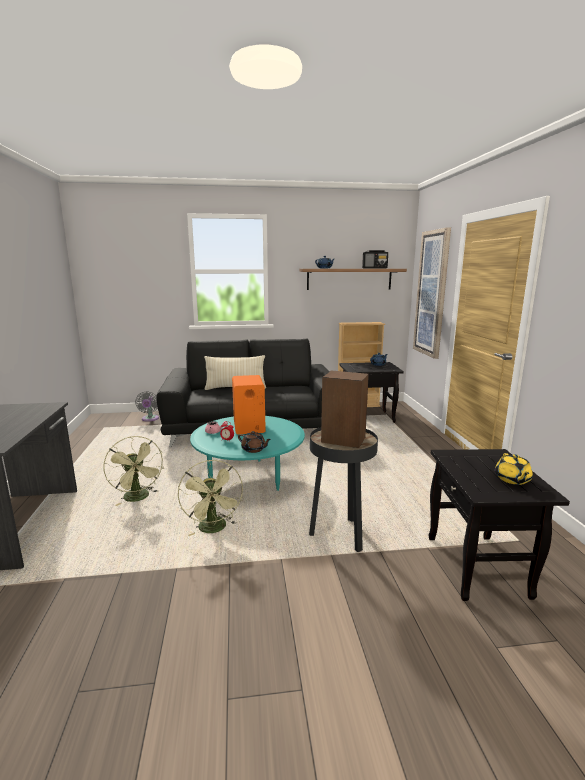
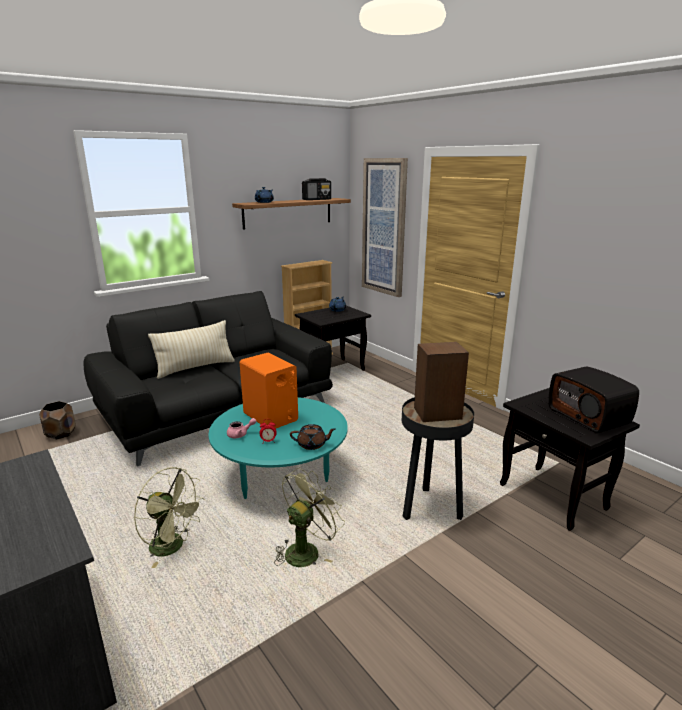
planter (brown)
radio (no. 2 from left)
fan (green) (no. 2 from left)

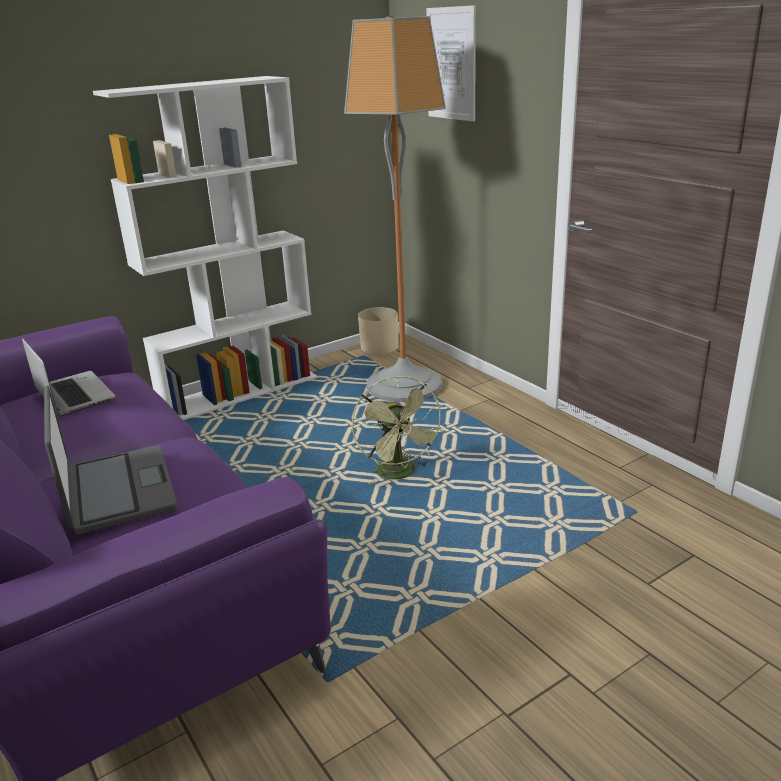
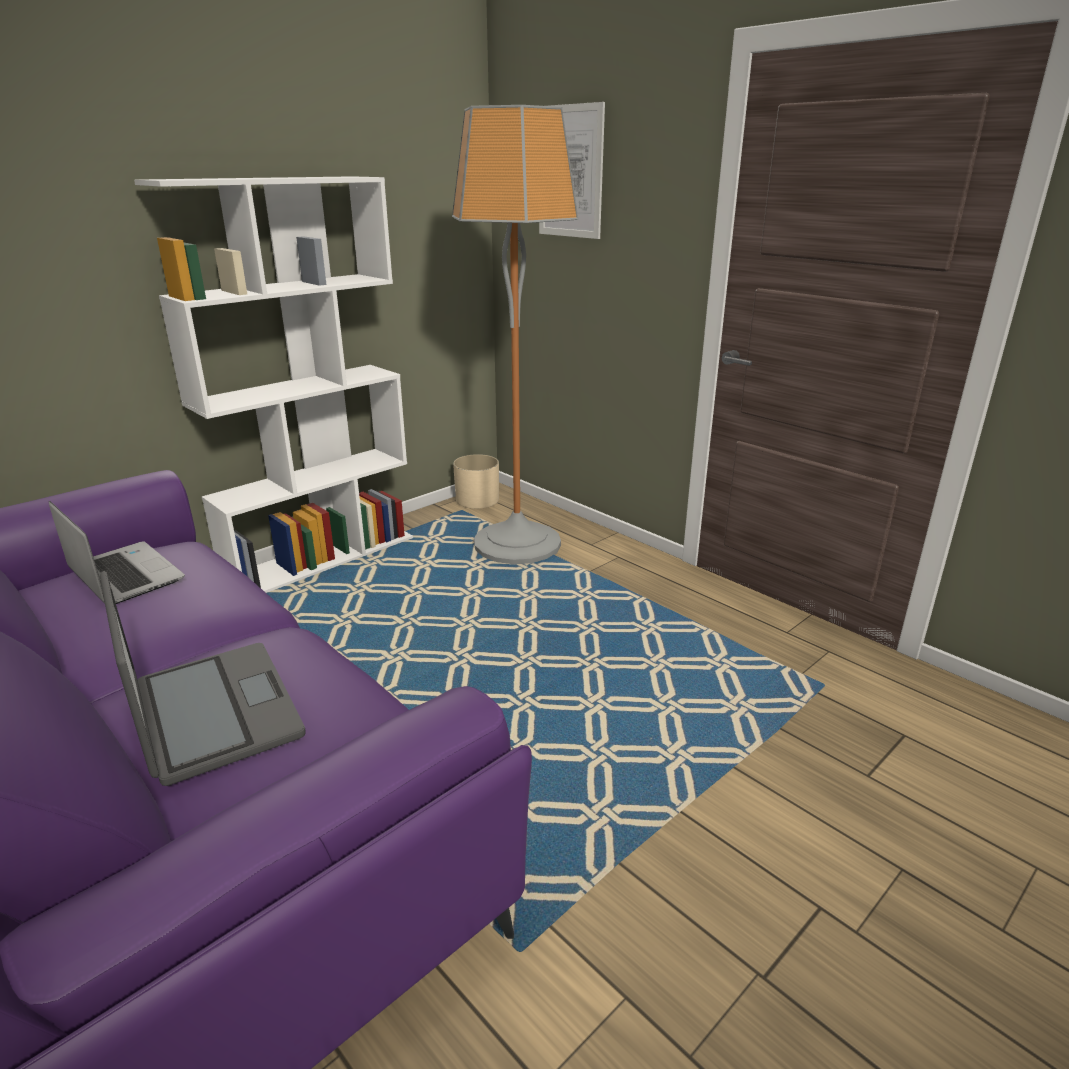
fan (green)

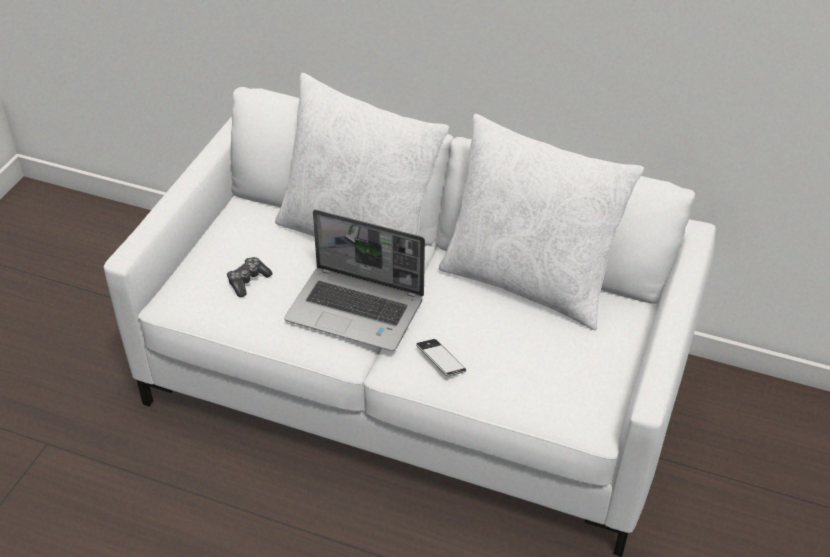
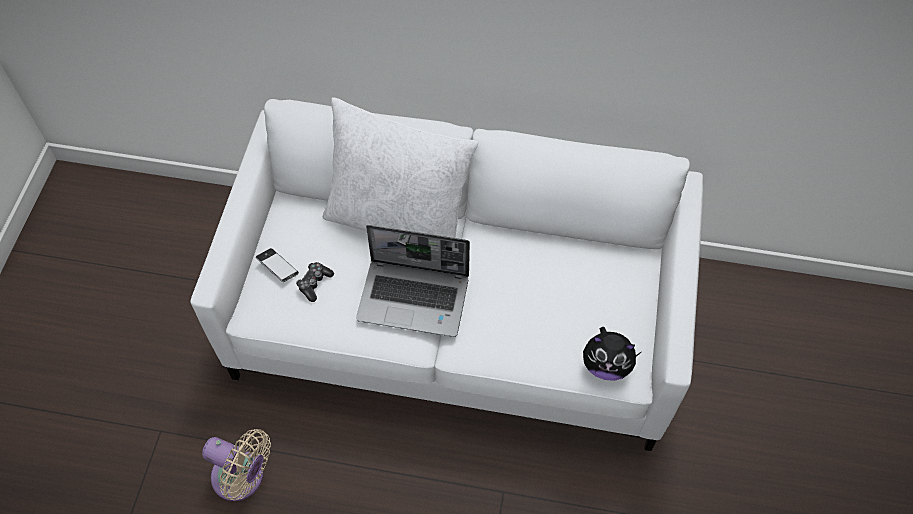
pillow (white) (no. 2 from left in the first image)
phone
plush toy
fan (beige)

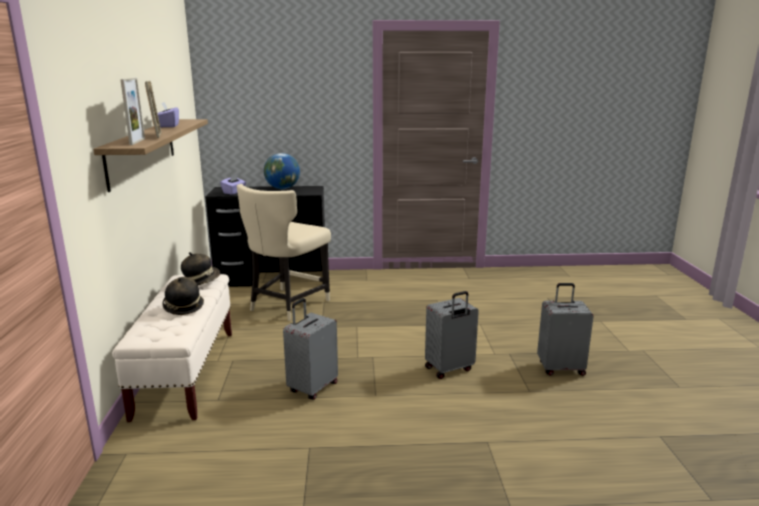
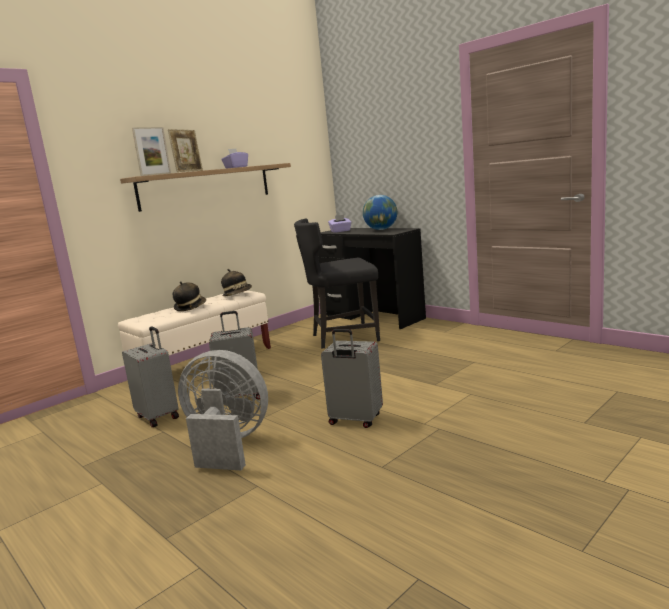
chair (black)
suitcase (grey) (no. 1 from left)
fan (grey)

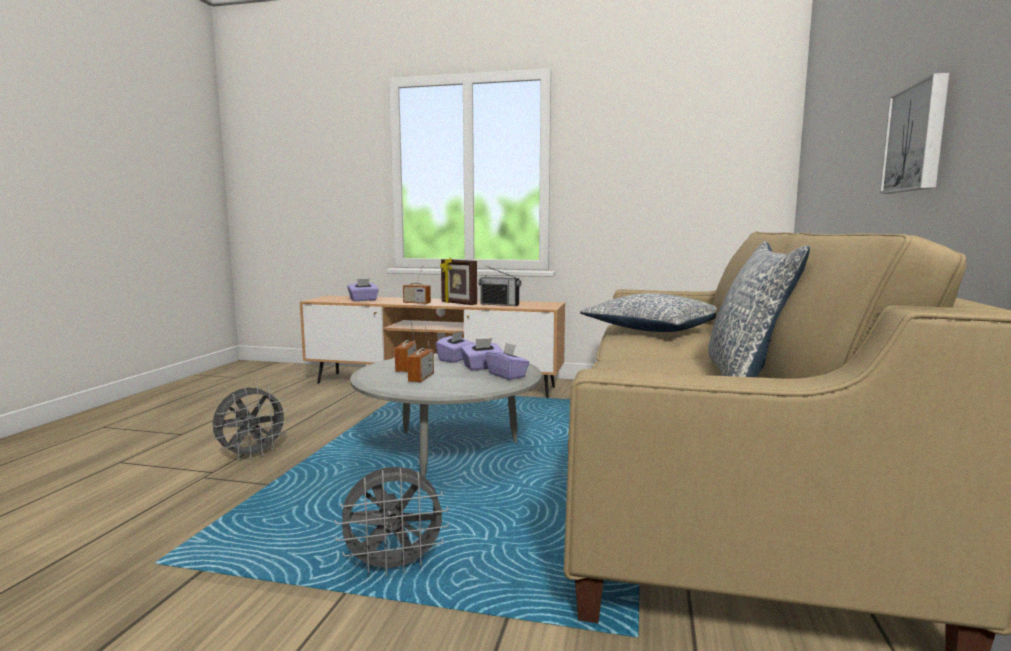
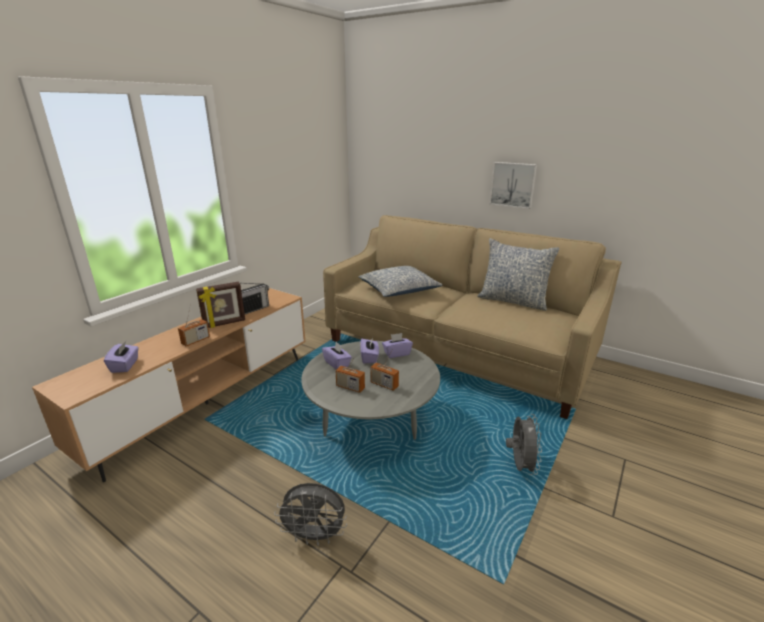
fan (grey) (no. 1 from left)

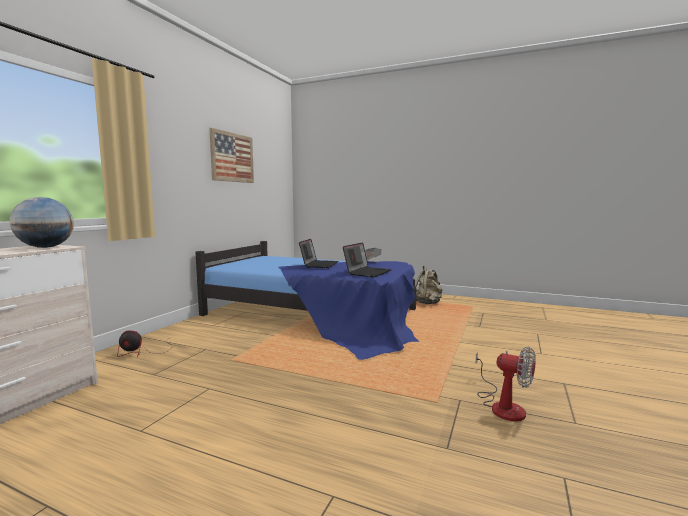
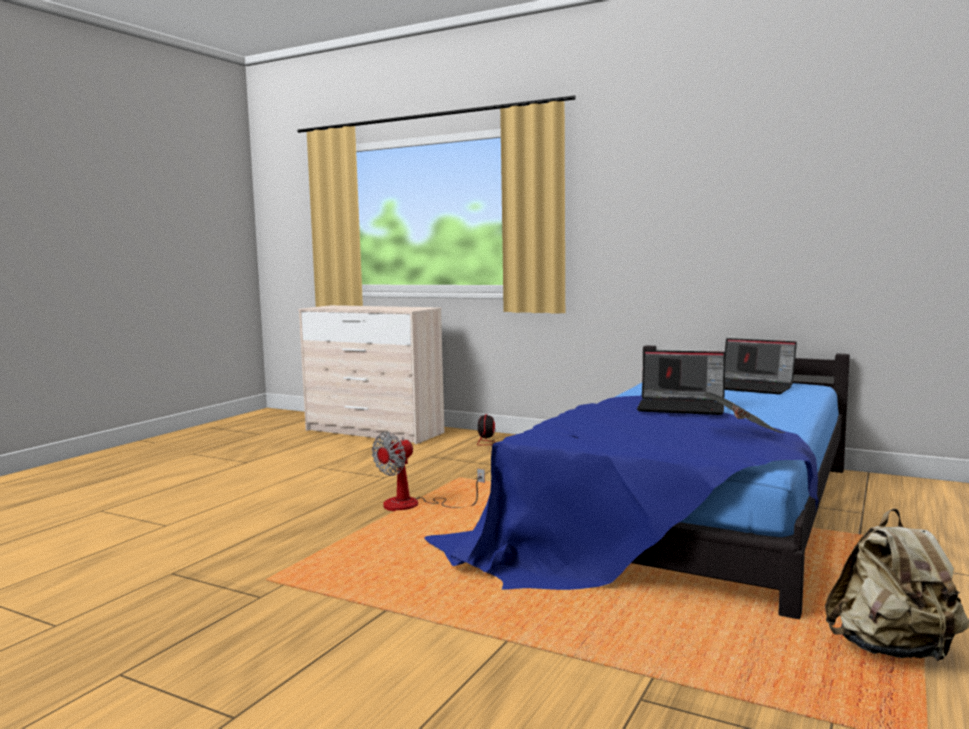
picture
globe
laptop (no. 2 from left)
fan (no. 1 from left)

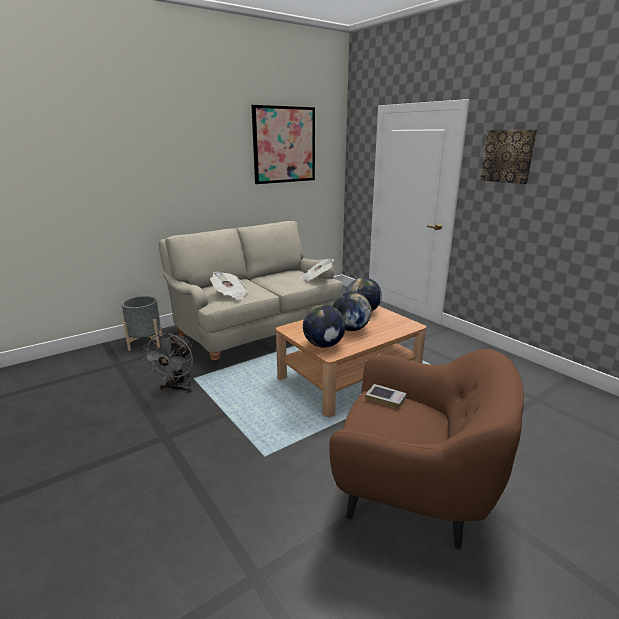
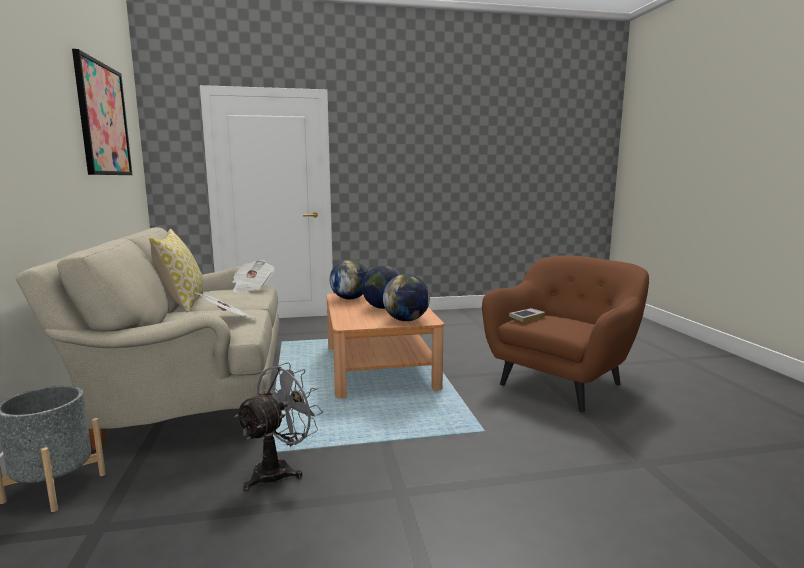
picture (no. 2 from left in the first image)
fan (grey)
pillow

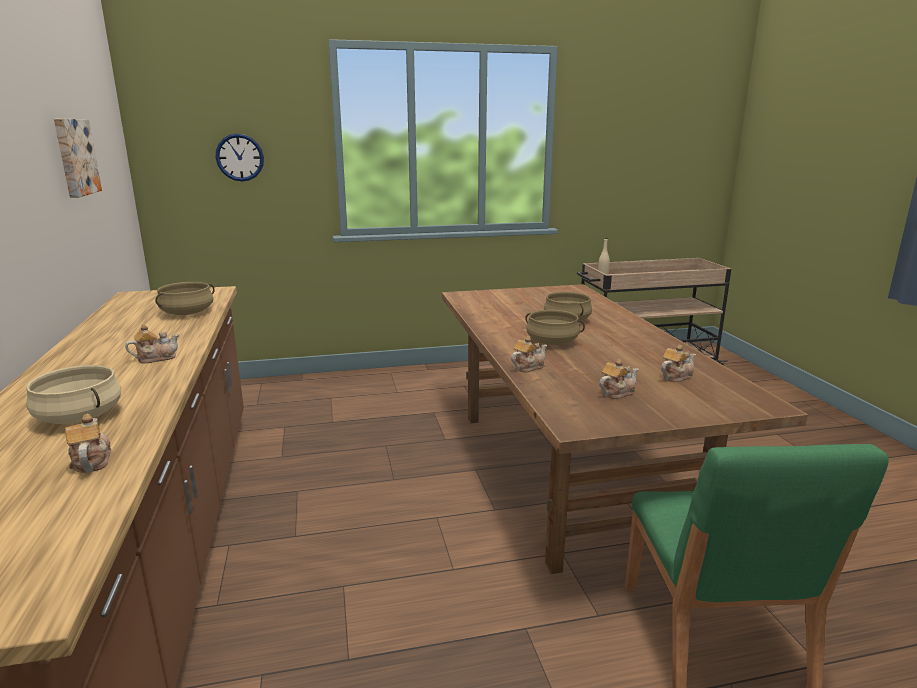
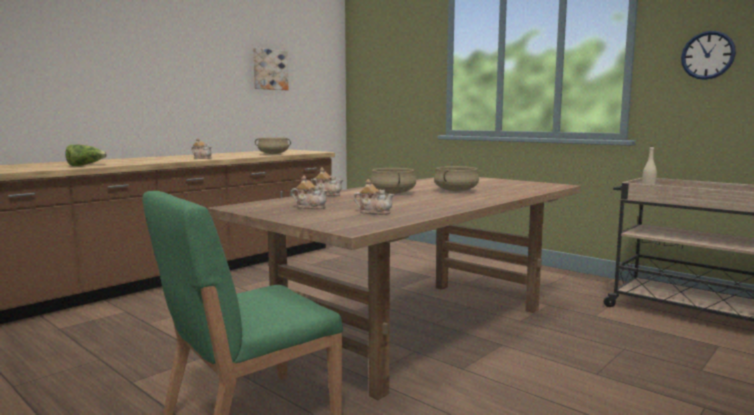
wall clock
cooking pot (beige) (no. 1 from left in the first image)
lettuce

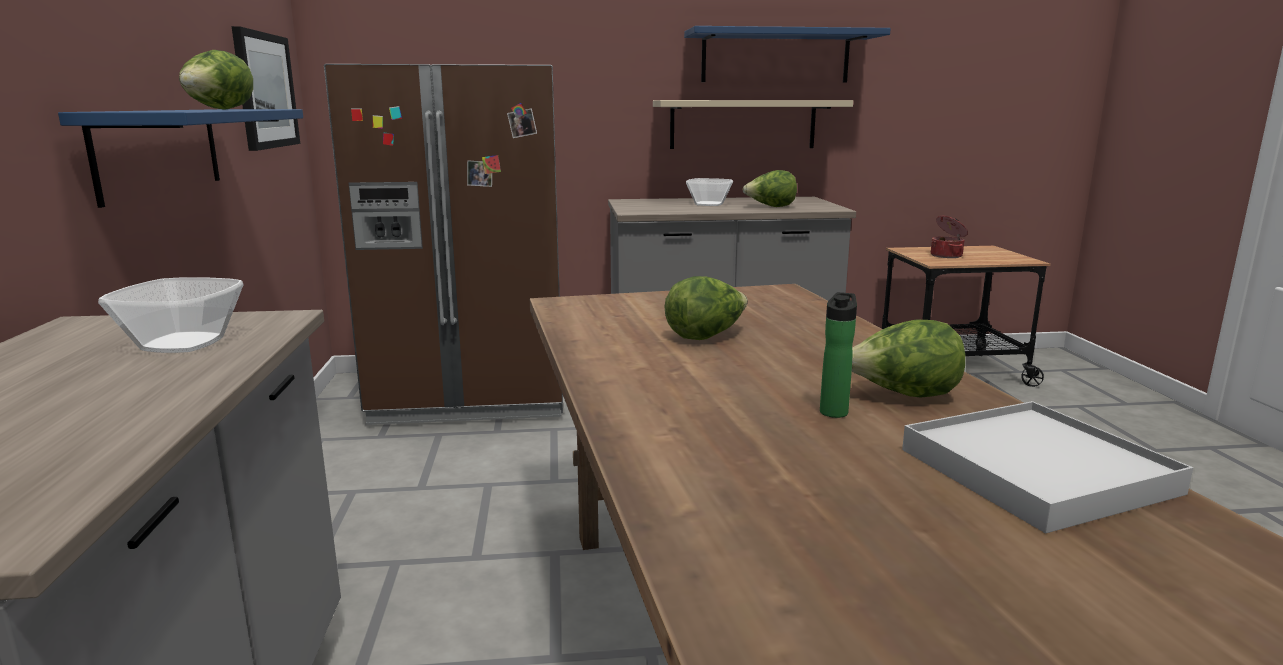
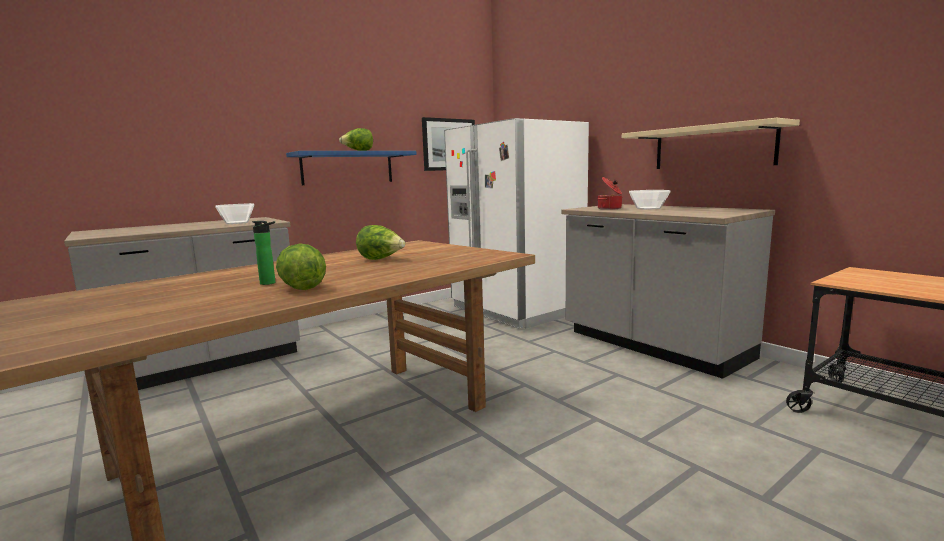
shelf (blue) (no. 2 from left in the first image)
fridge (white)
lettuce (no. 3 from left in the first image)
cooking pot
tray (white)

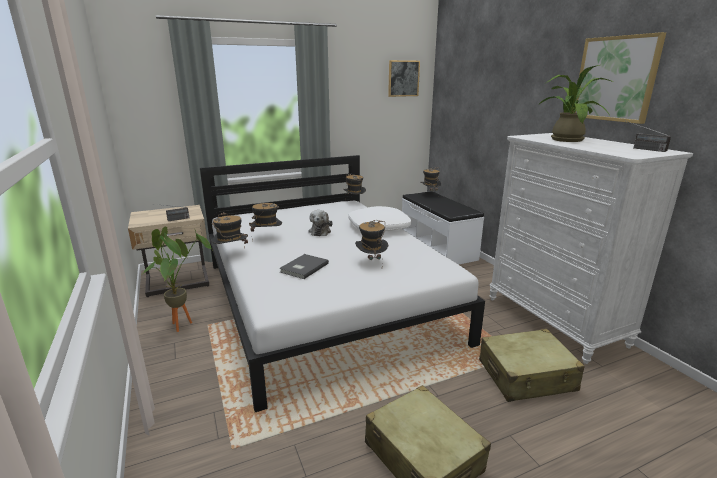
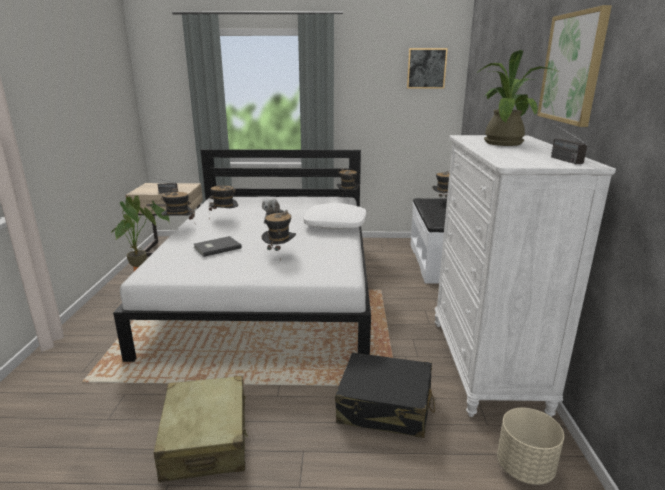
suitcase (black)
planter (beige)

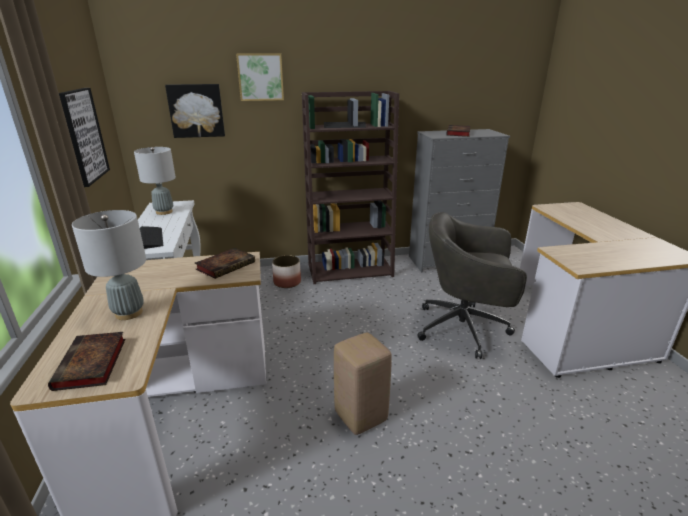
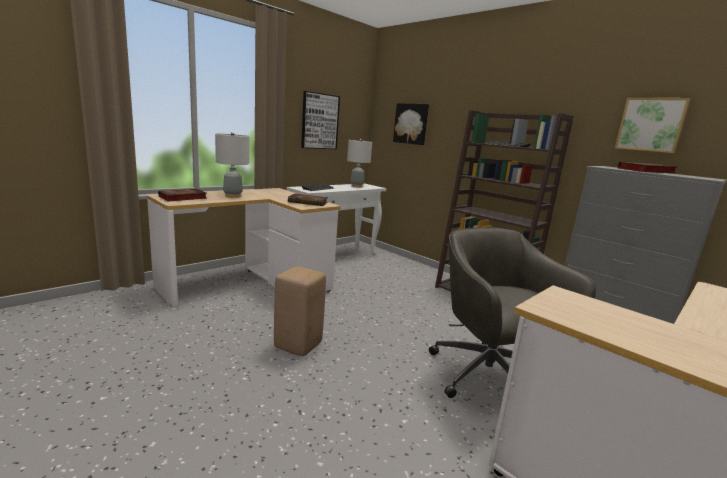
picture (no. 3 from left)
planter

